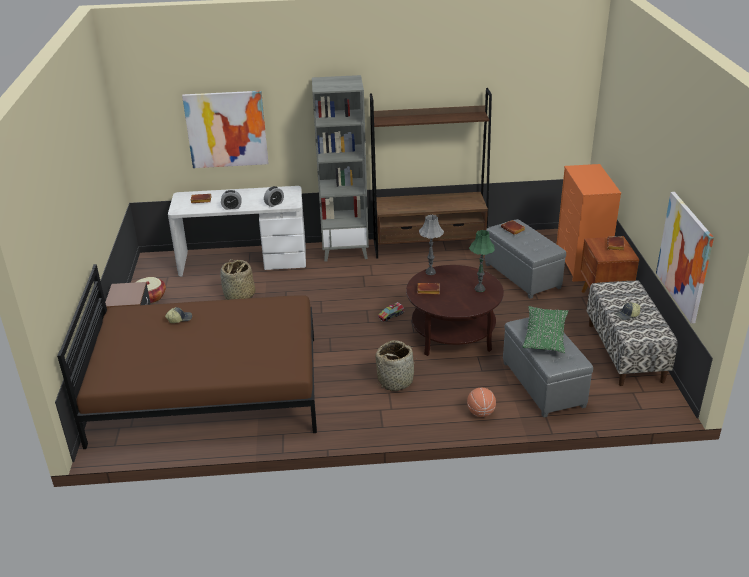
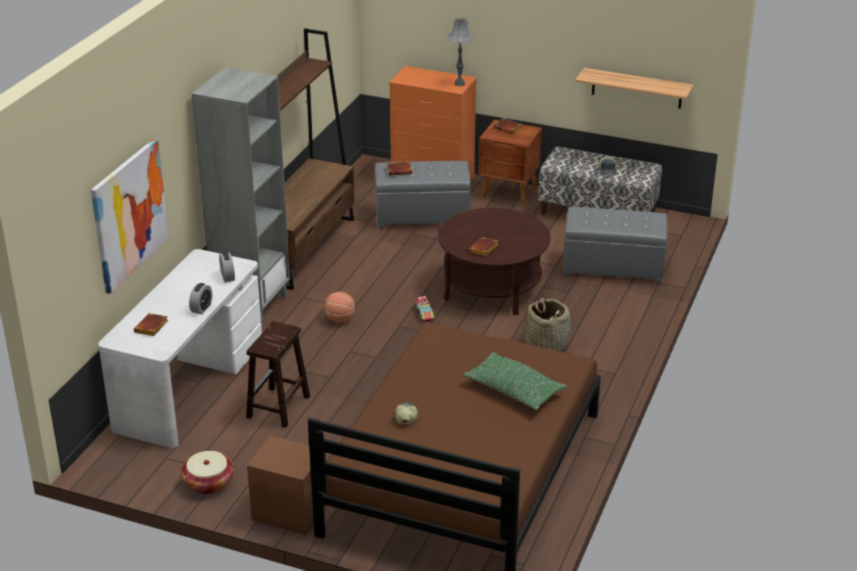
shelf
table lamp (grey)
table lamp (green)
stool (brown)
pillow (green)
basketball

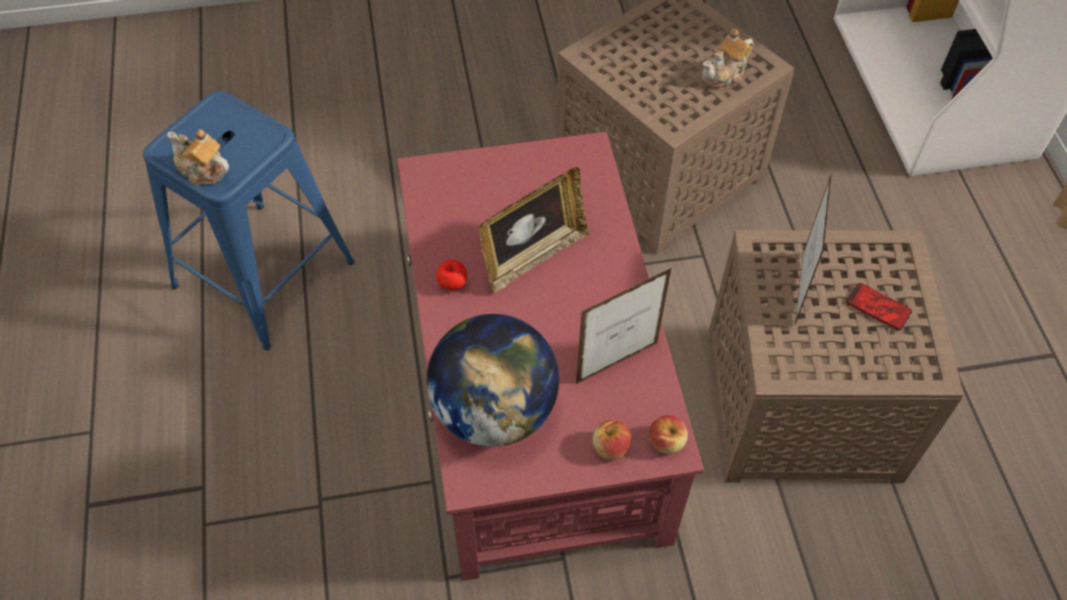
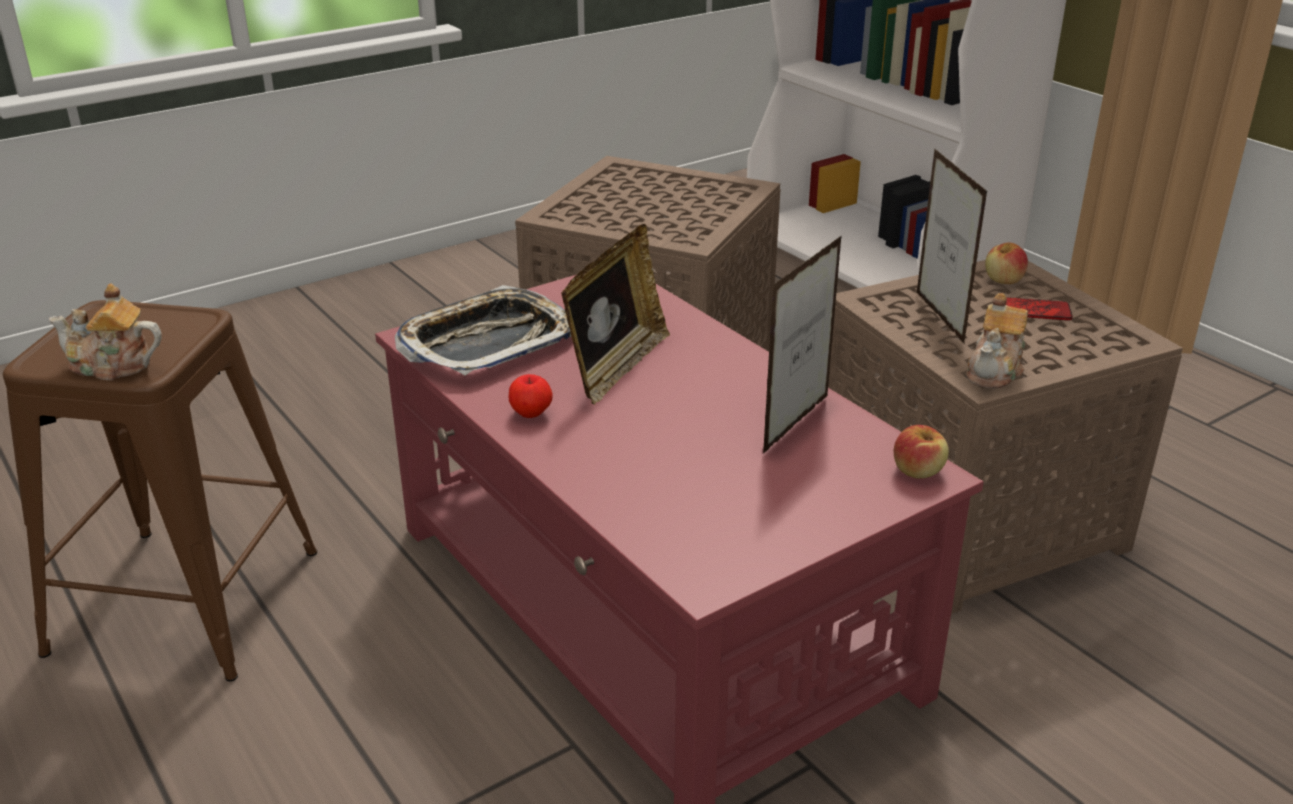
teapot (no. 2 from left)
stool (brown)
globe
apple (no. 3 from left)
tray

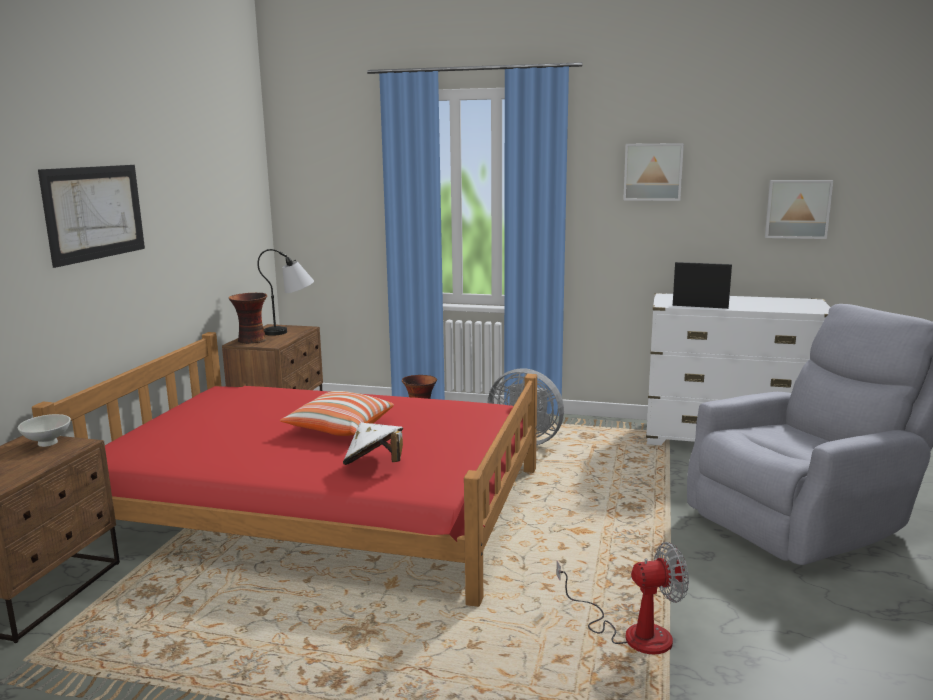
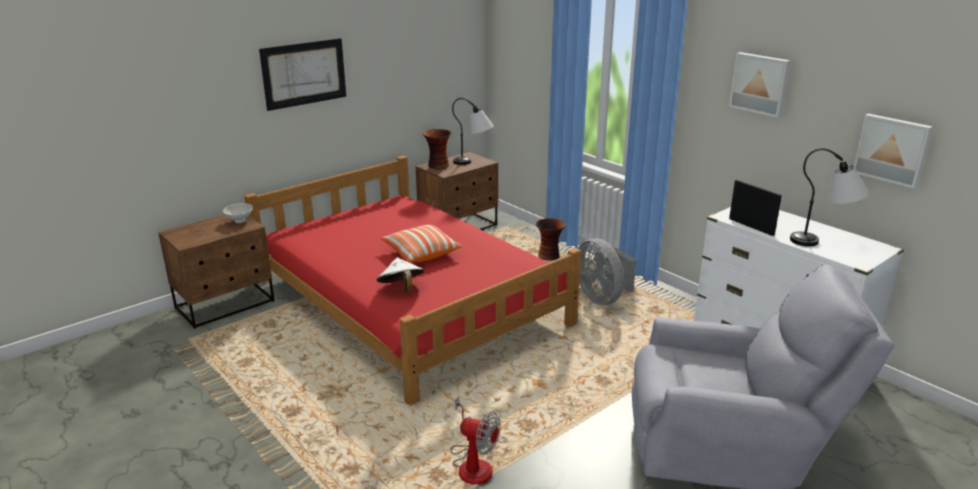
table lamp (no. 2 from left)

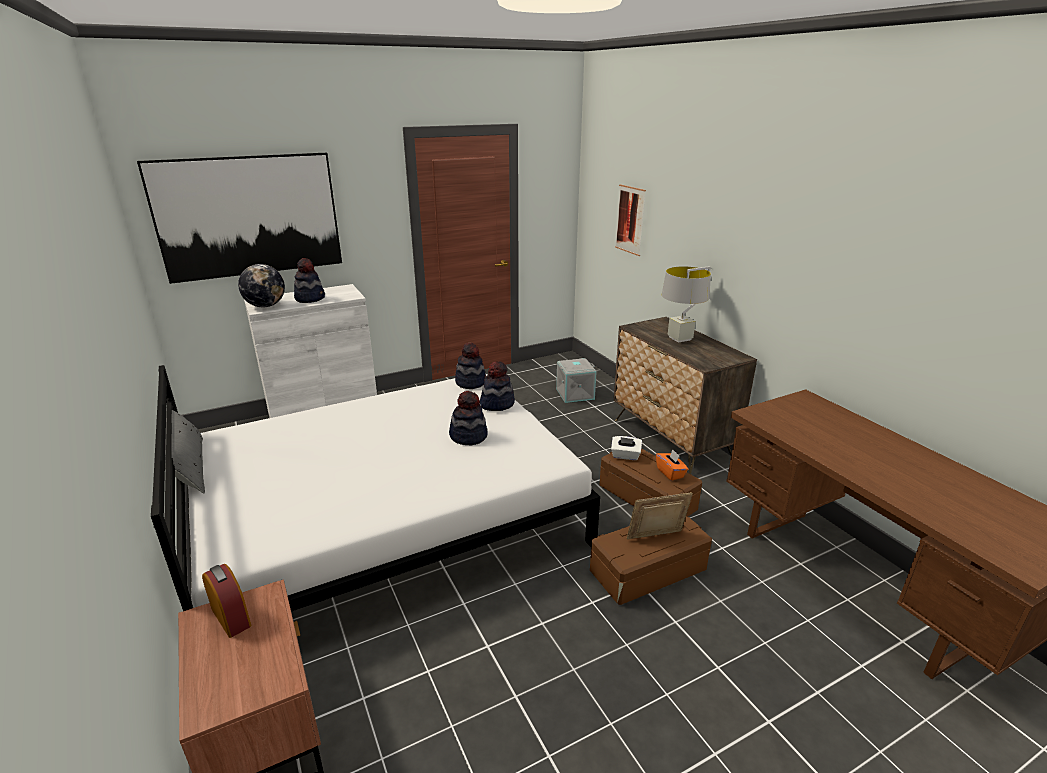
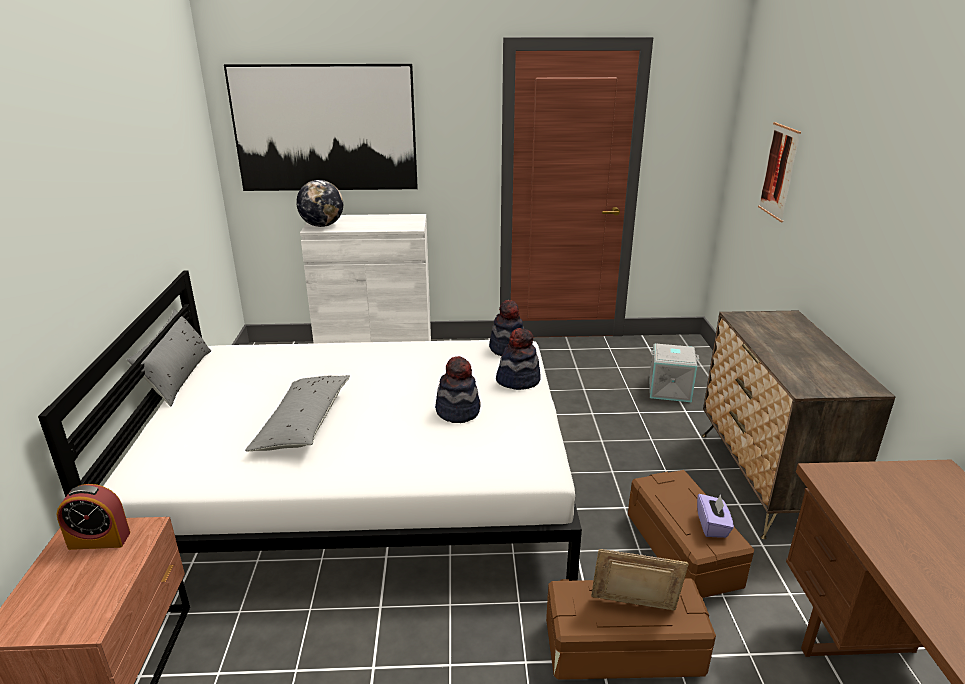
hat (no. 1 from left in the first image)
table lamp (grey)
tissue box (white)
tissue box (purple)
alarm clock
pillow (grey) (no. 2 from left)

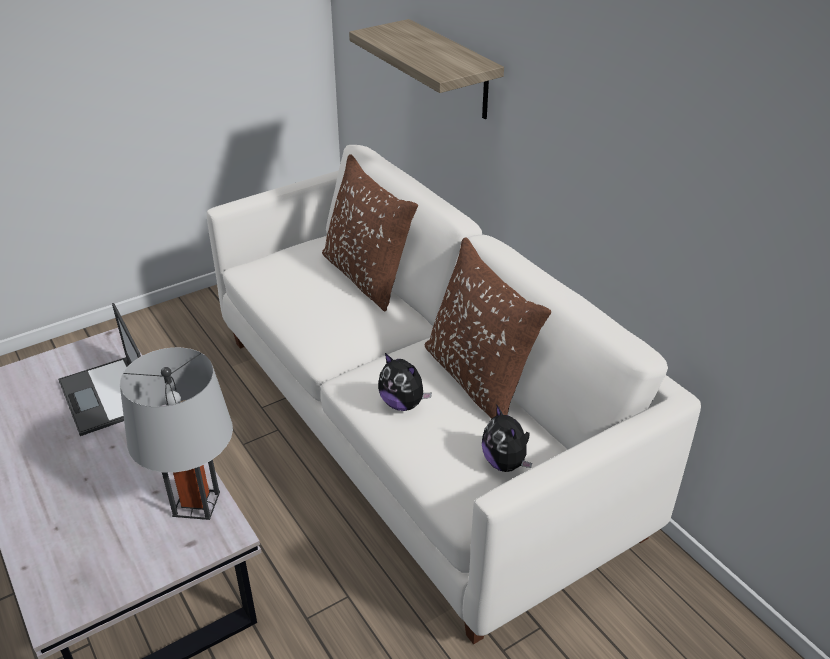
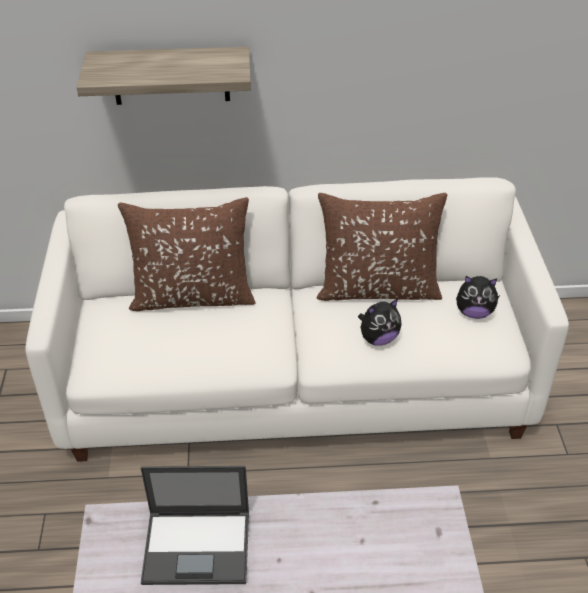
table lamp (grey)

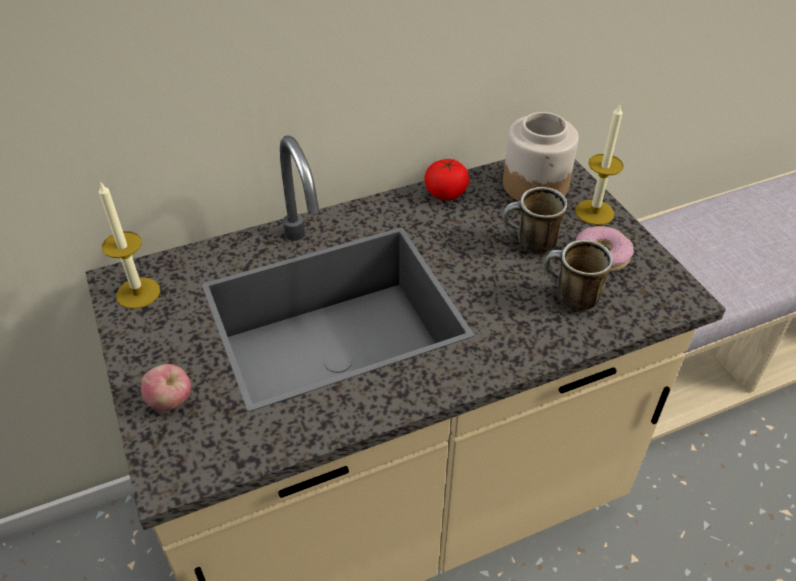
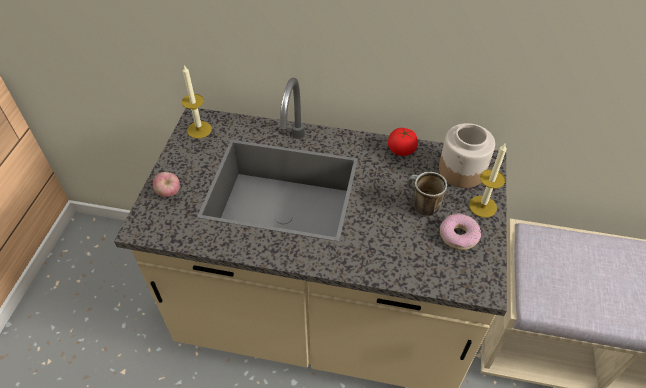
mug (no. 2 from left in the first image)

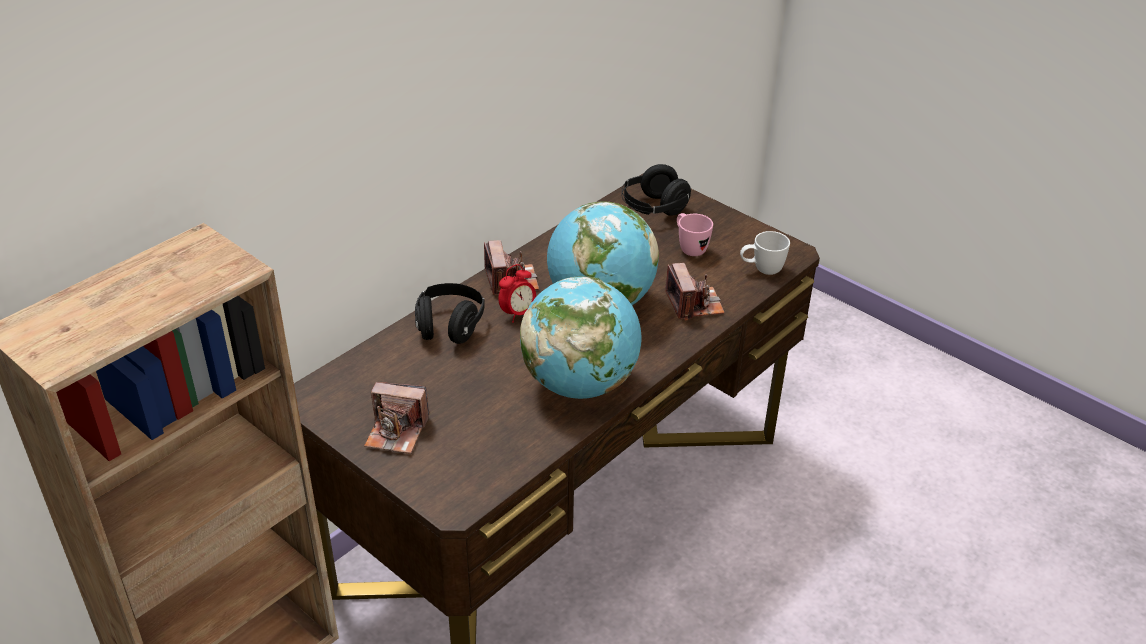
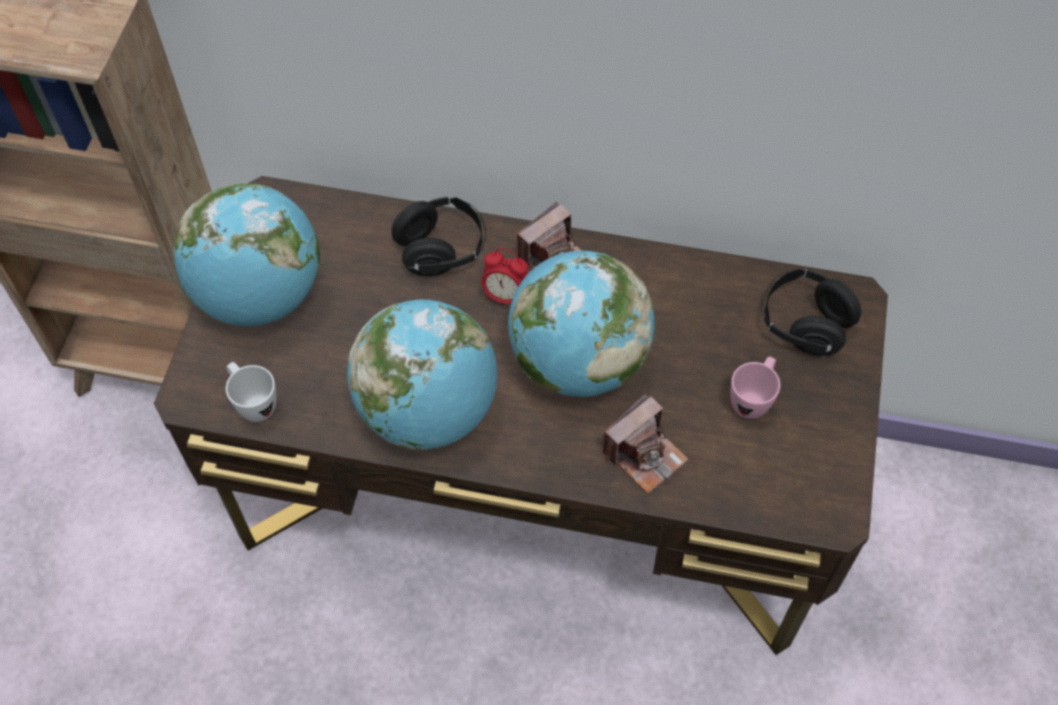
mug (white)
globe (no. 1 from left)

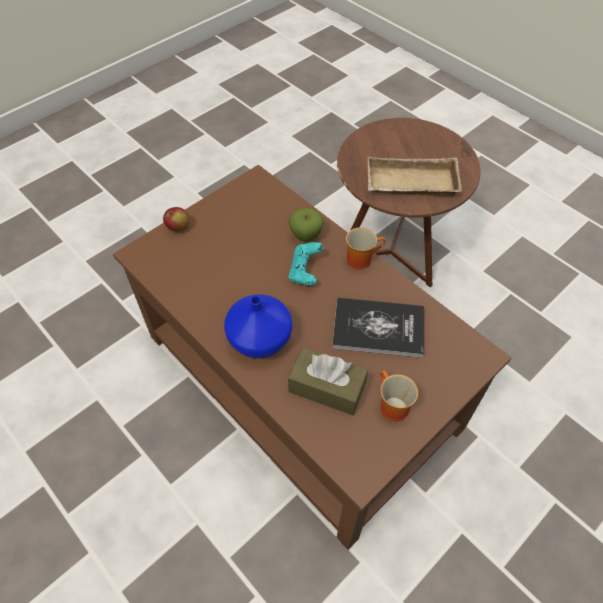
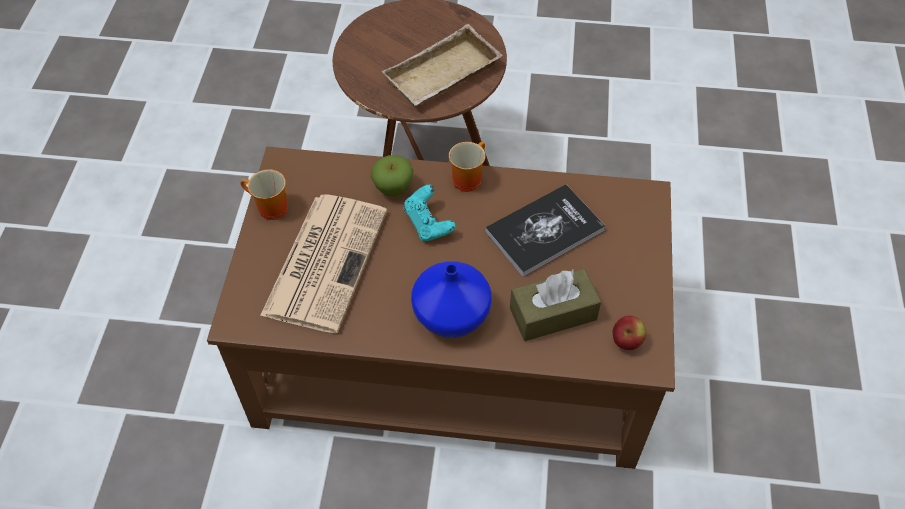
apple (no. 2 from left)
mug (no. 1 from left)
newspaper

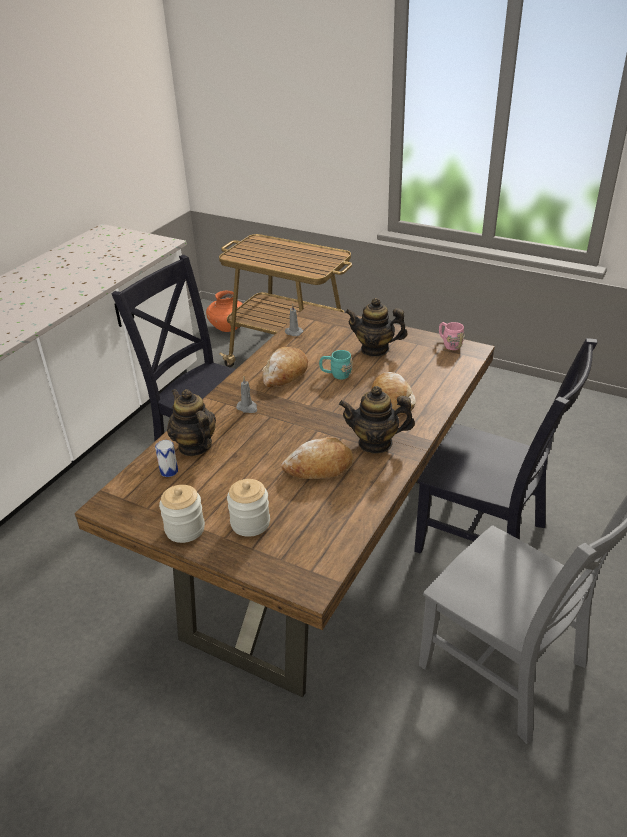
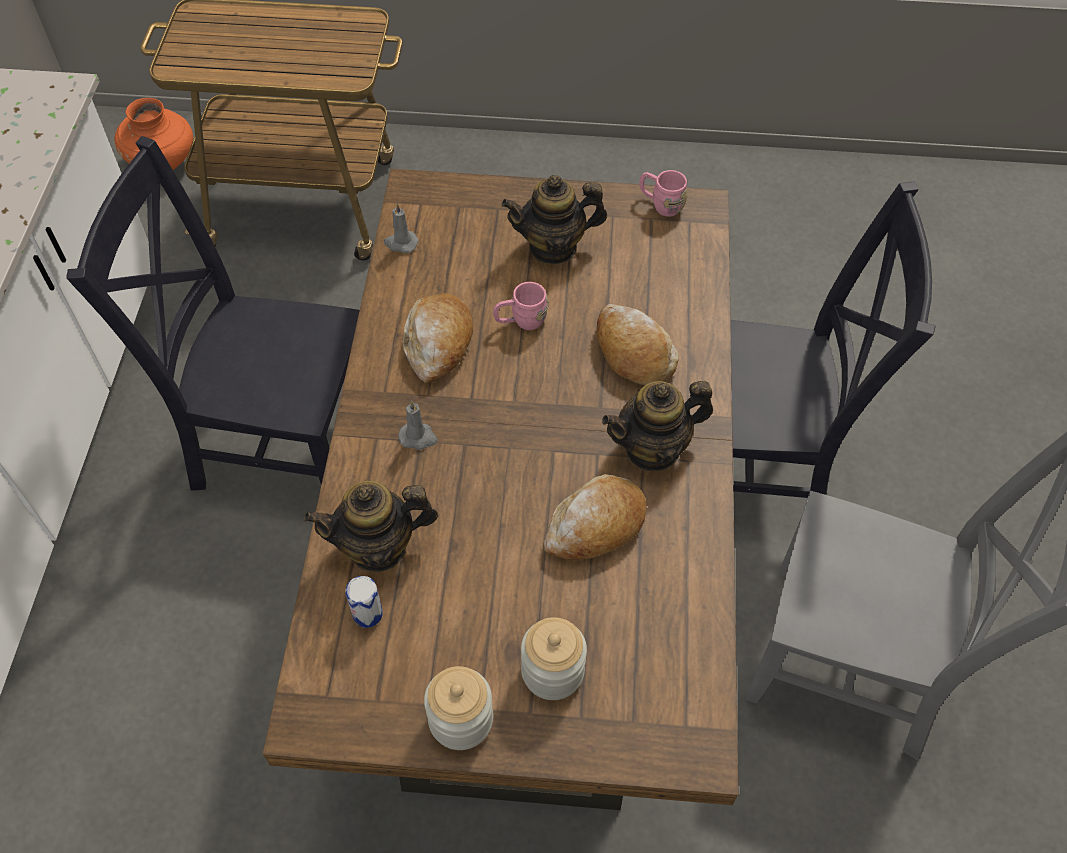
mug (pink) (no. 1 from left)
teapot (no. 1 from left)

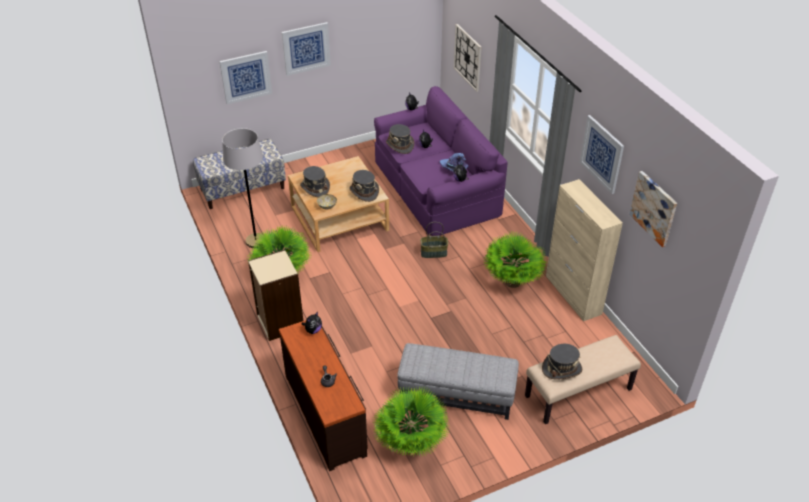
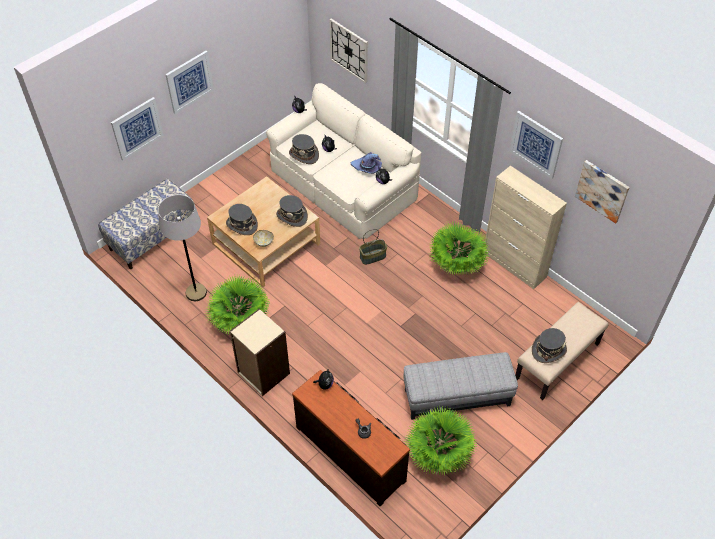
sofa (beige)

